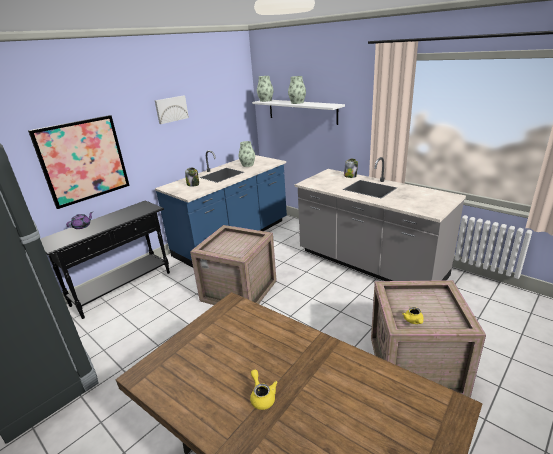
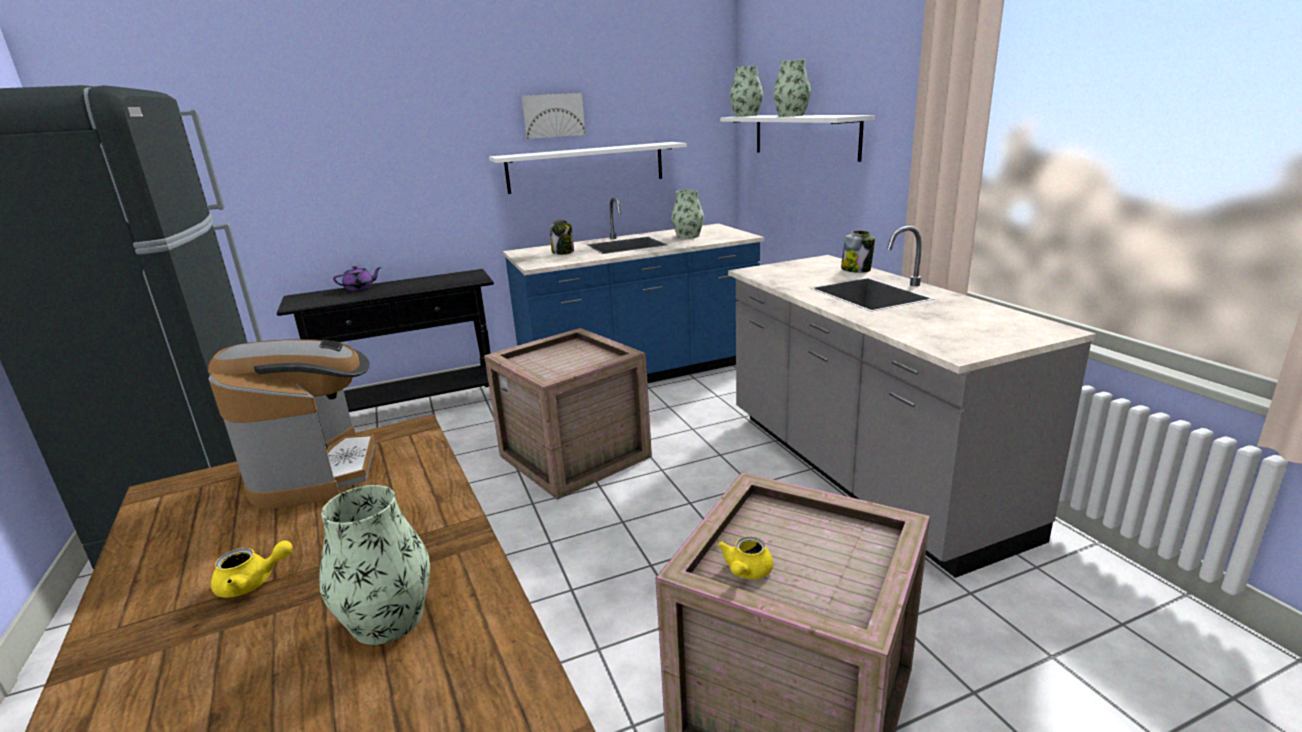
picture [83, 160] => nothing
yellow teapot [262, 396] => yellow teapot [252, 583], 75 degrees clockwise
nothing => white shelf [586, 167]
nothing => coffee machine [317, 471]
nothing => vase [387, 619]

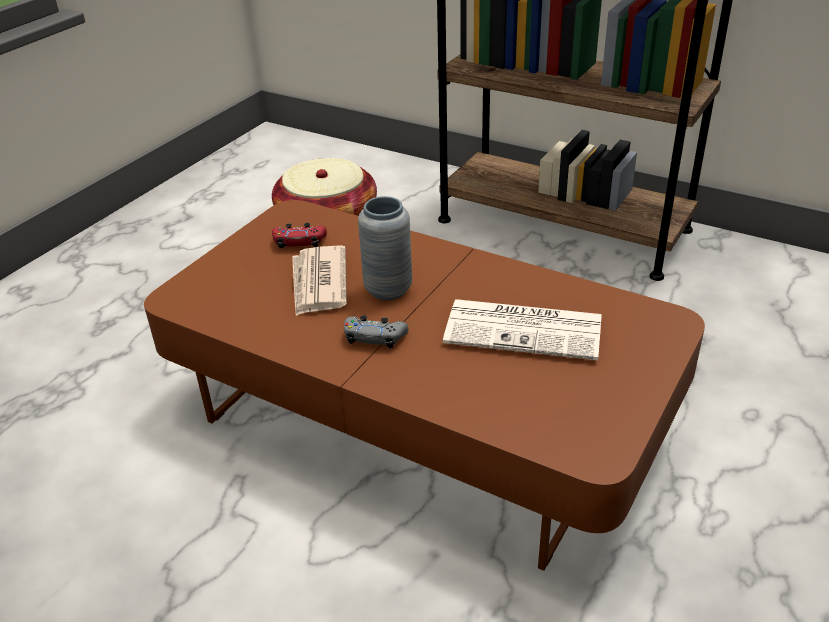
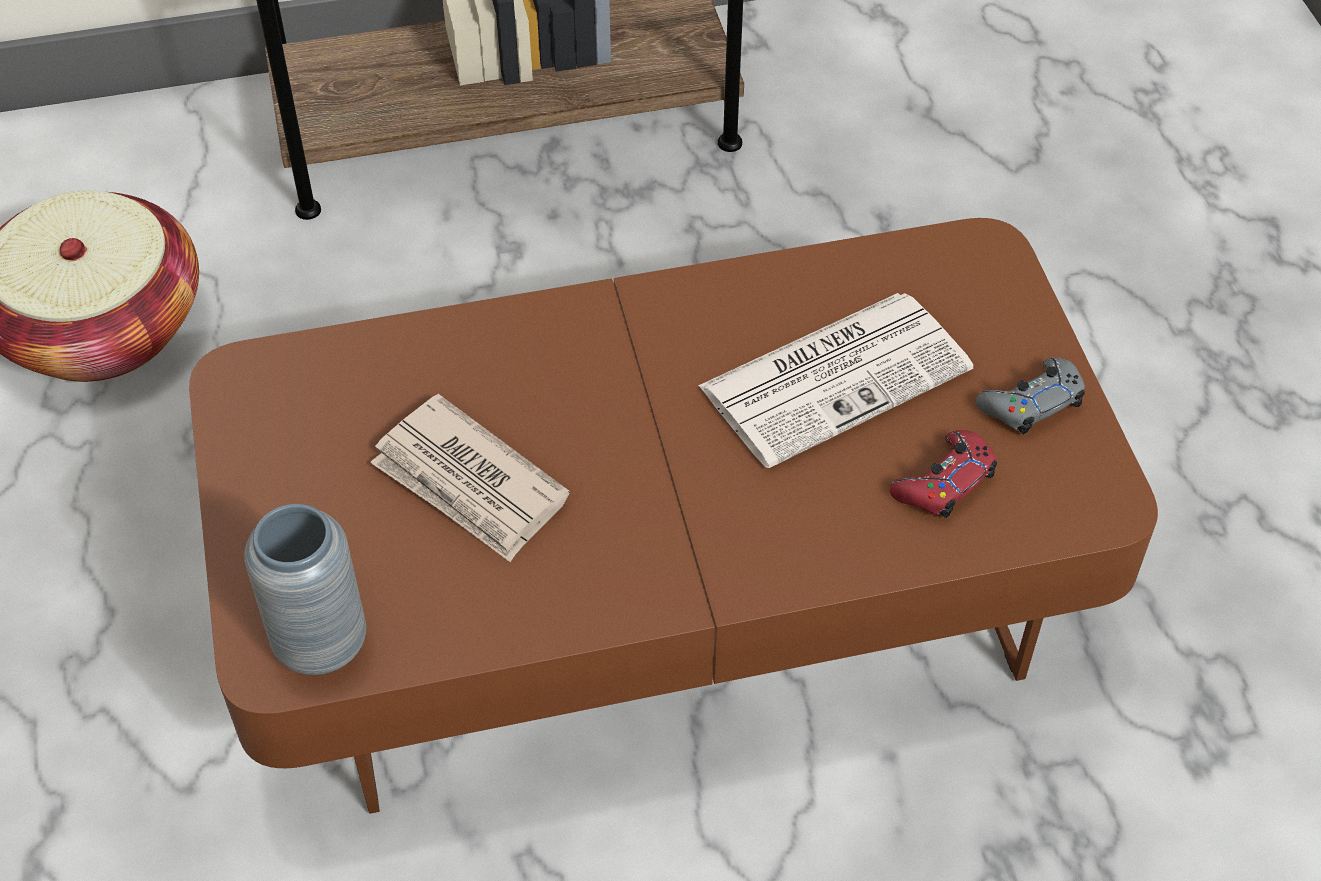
grey vase [388, 289] => grey vase [321, 643], relocated
red game controller [300, 242] => red game controller [944, 482], relocated
grey game controller [375, 337] => grey game controller [1031, 403], relocated

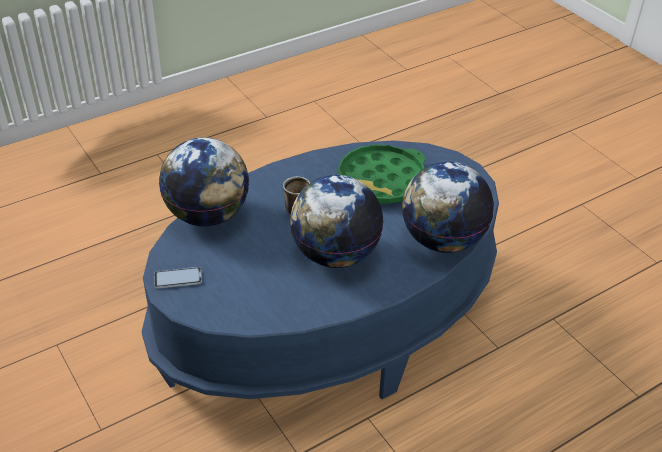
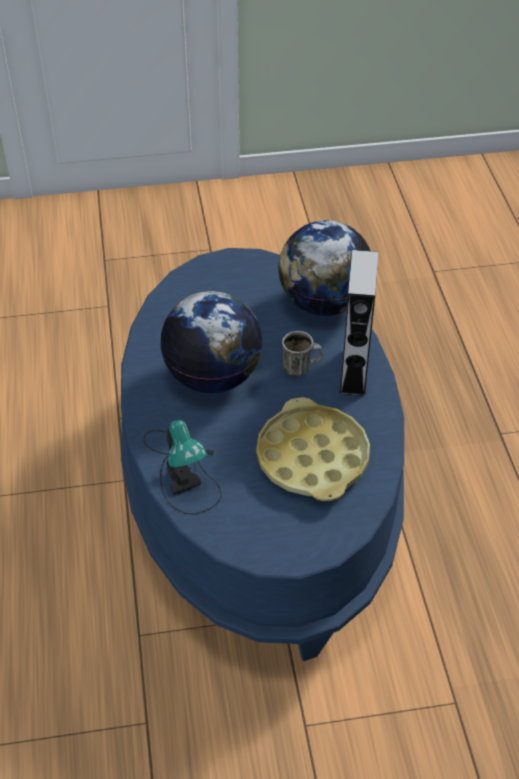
green tray [381, 181] => yellow tray [312, 457]
globe [442, 240] => table lamp [183, 472]
phone [178, 278] => nothing
nothing => grey speaker [354, 372]

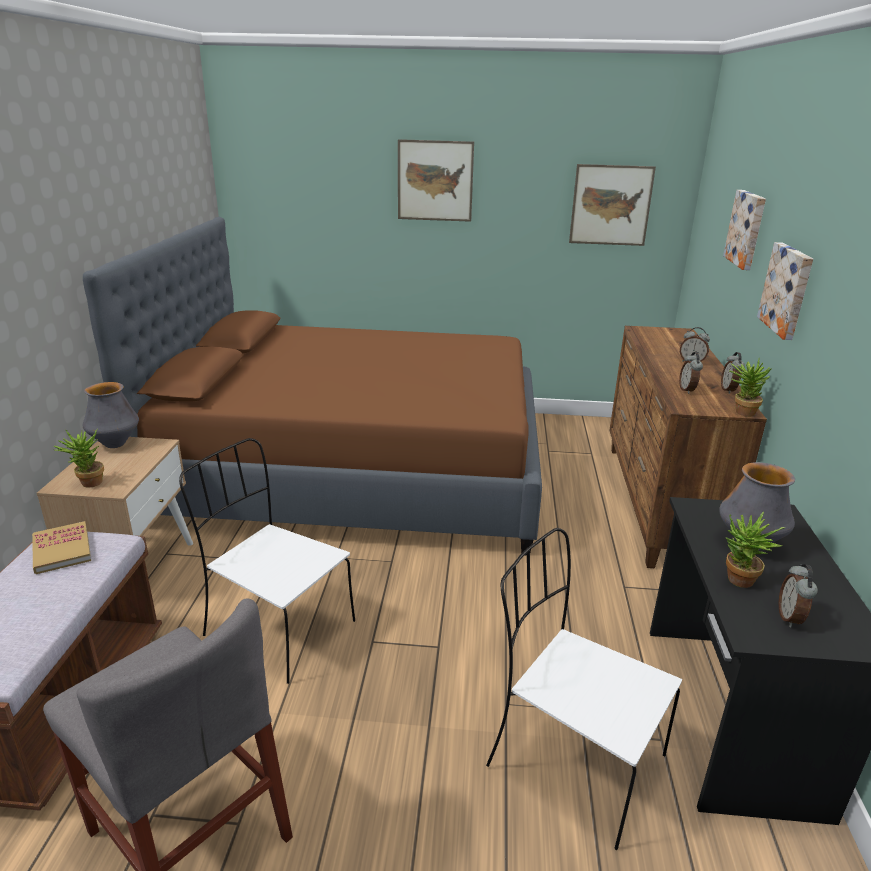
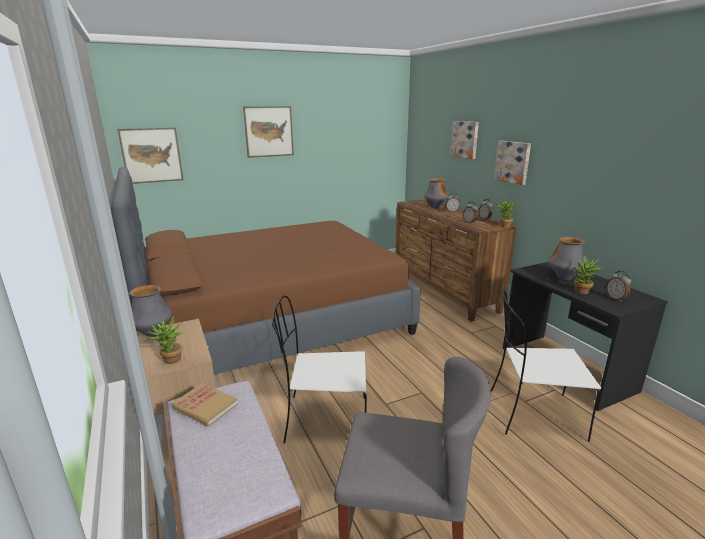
picture [611, 205] => picture [151, 155], relocated
nothing => vase [435, 207]

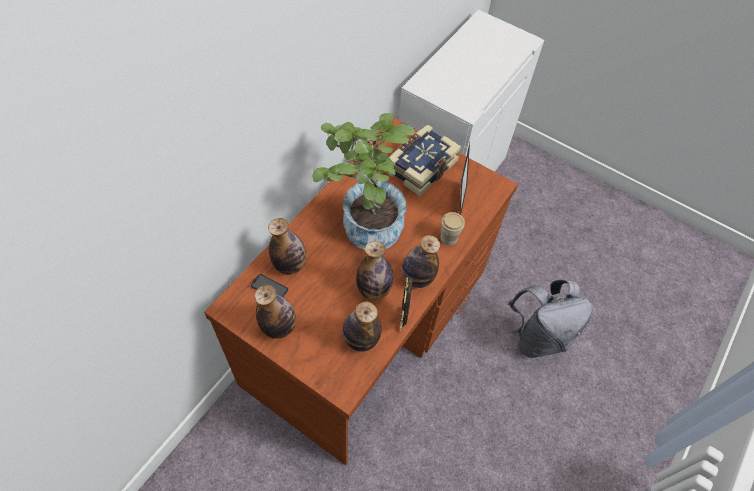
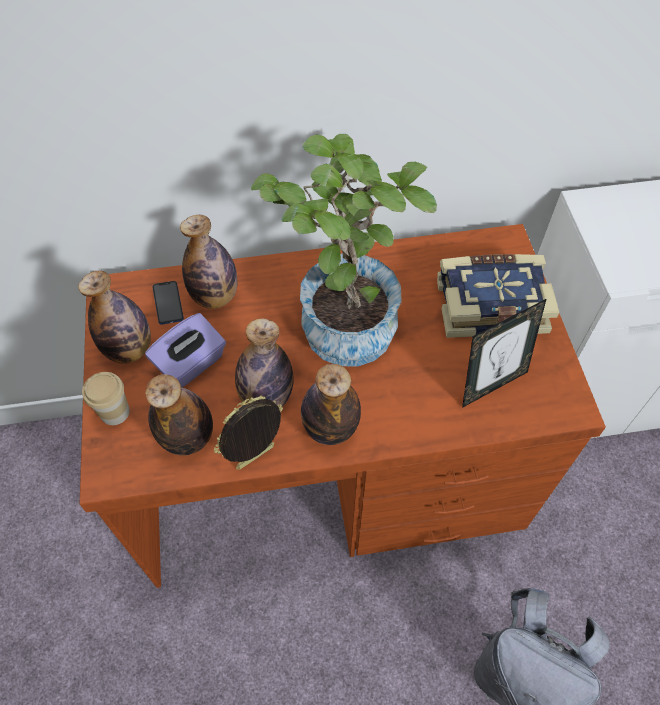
cup [449, 238] => cup [115, 412], relocated
nothing => purple tissue box [191, 364]

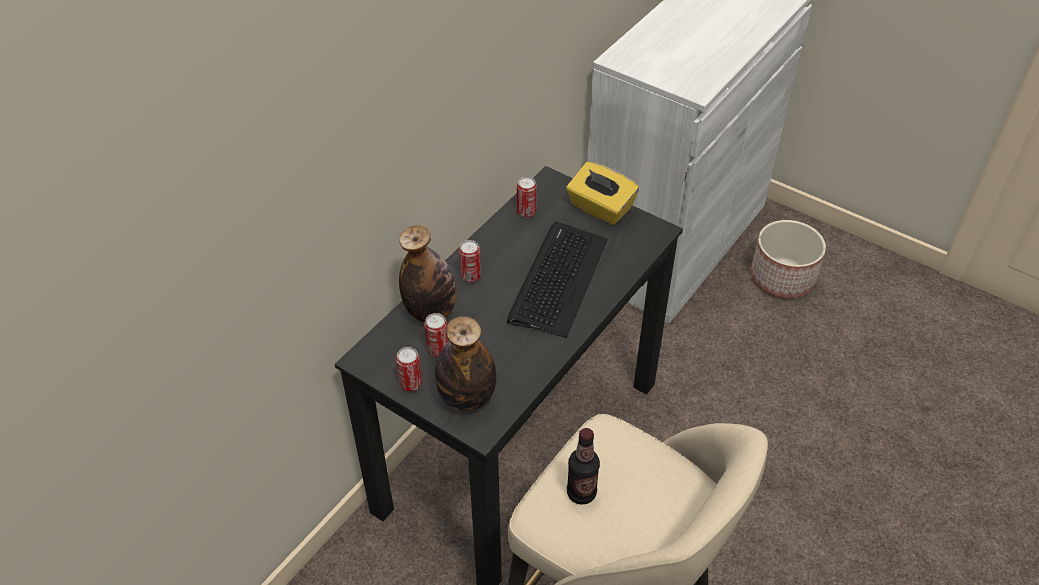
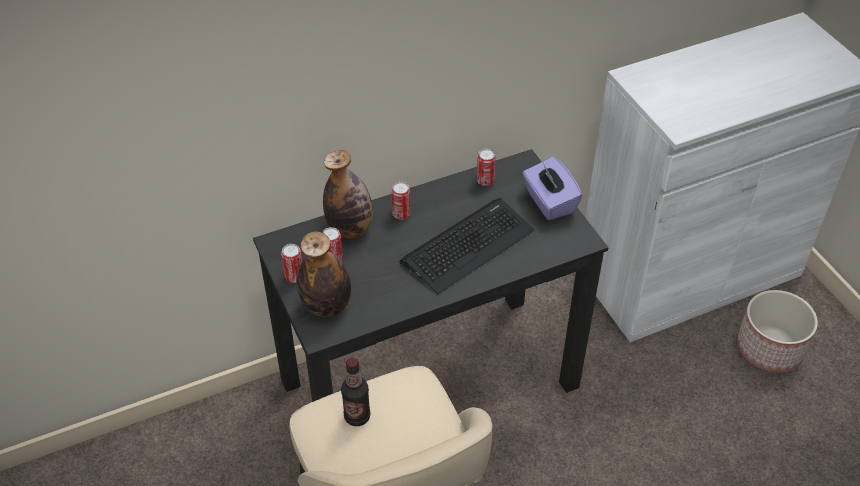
yellow tissue box [600, 208] => purple tissue box [549, 202]

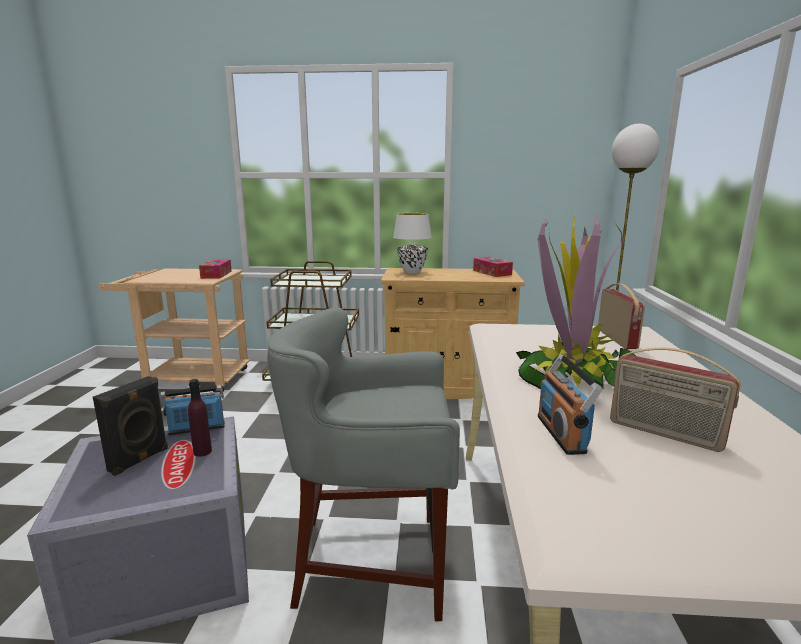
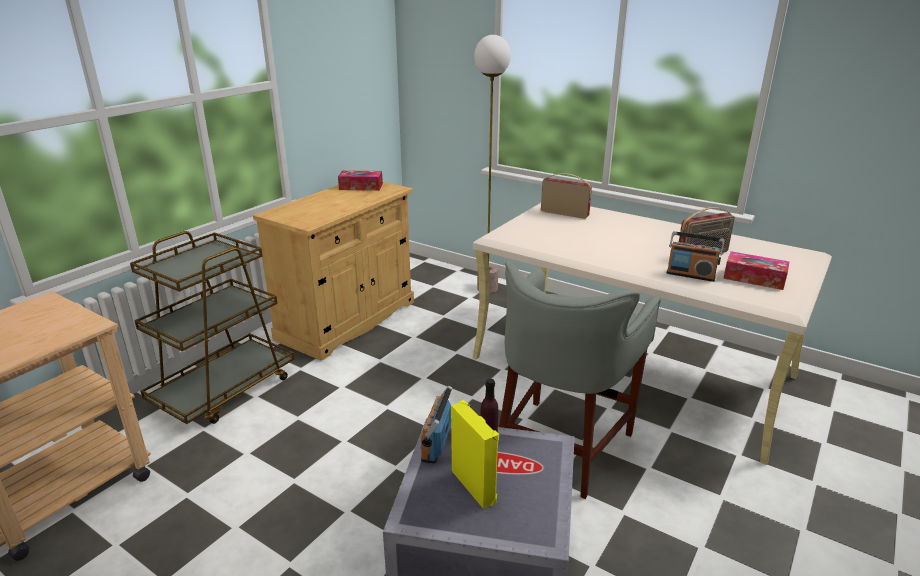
white table lamp [412, 272] => nothing
potted plant [572, 378] => nothing
tissue box [216, 274] => tissue box [754, 278], relocated
black speaker [140, 460] => yellow speaker [475, 486]

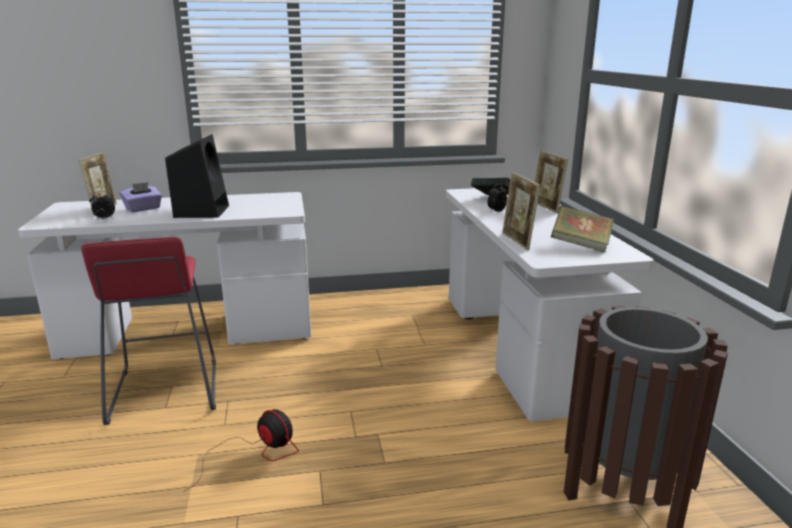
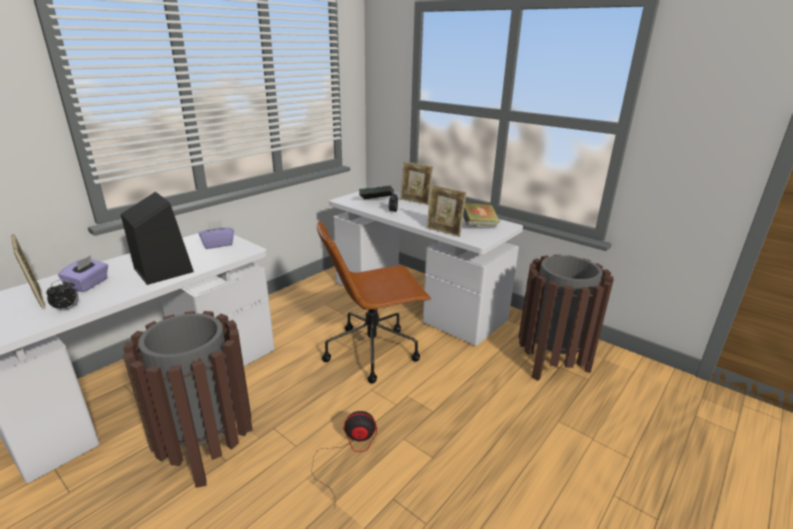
red stool [165, 391] => brown trash can [205, 448]
nothing => purple tissue box [218, 244]
nothing => brown office chair [373, 351]

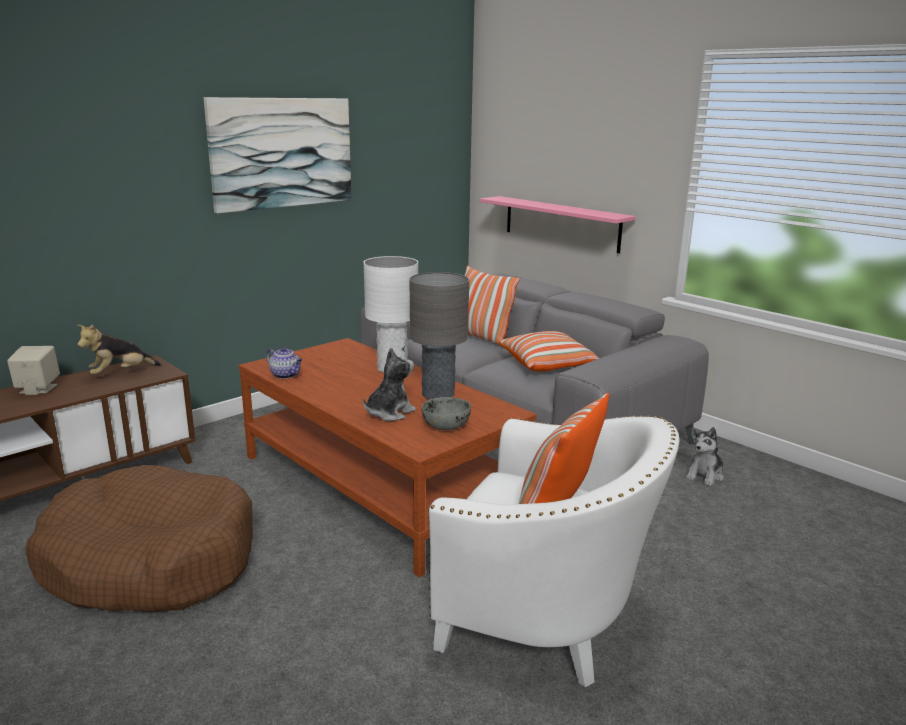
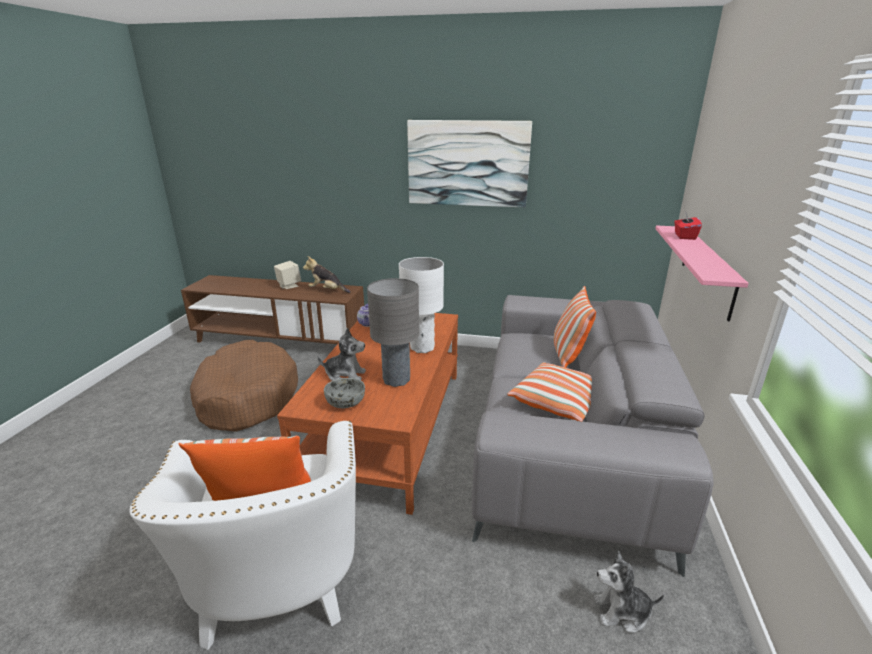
nothing => red tissue box [684, 236]

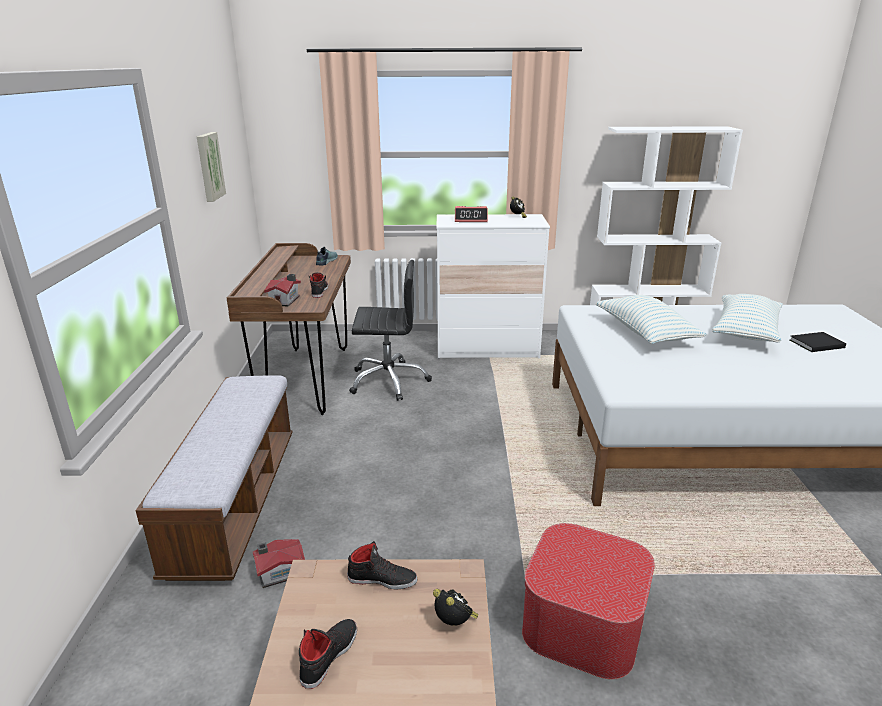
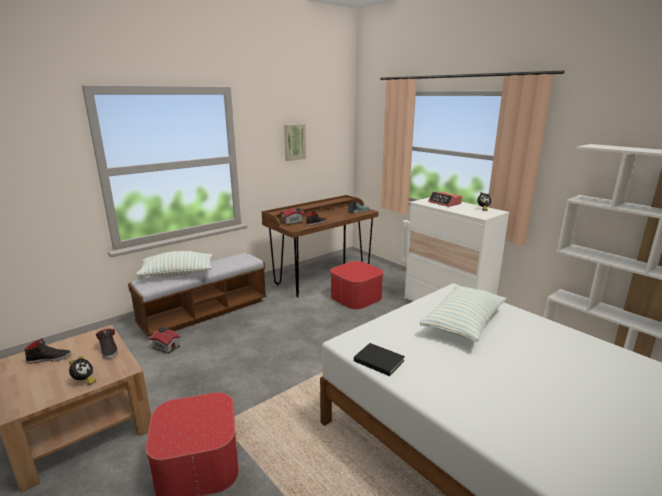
black office chair [388, 381] => ottoman [356, 297]
pillow [745, 331] => pillow [177, 274], relocated
black book [815, 344] => black book [378, 360], relocated

